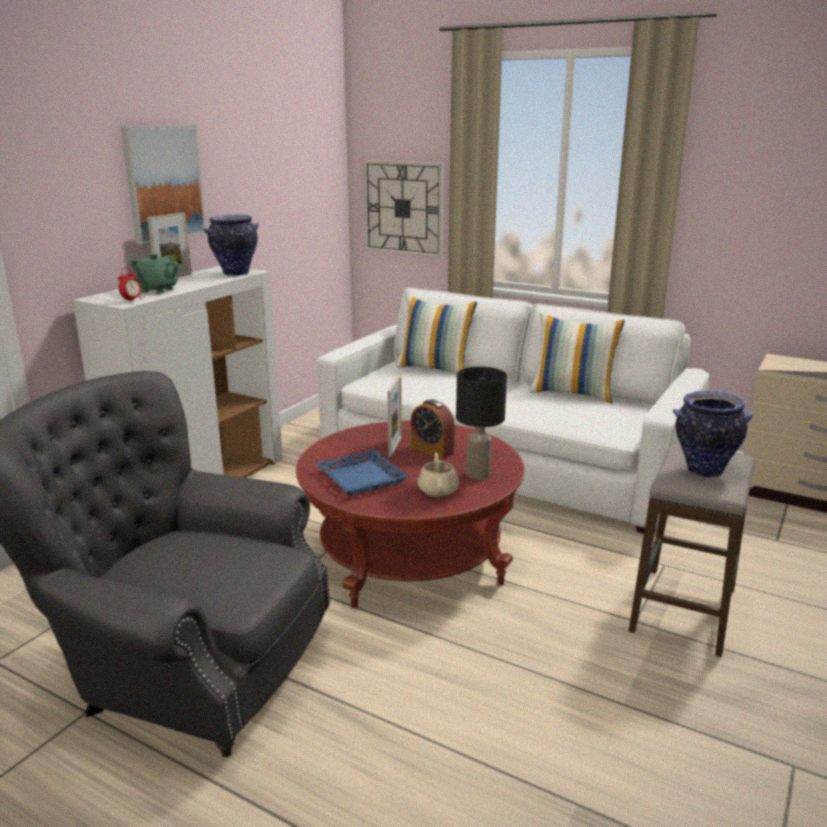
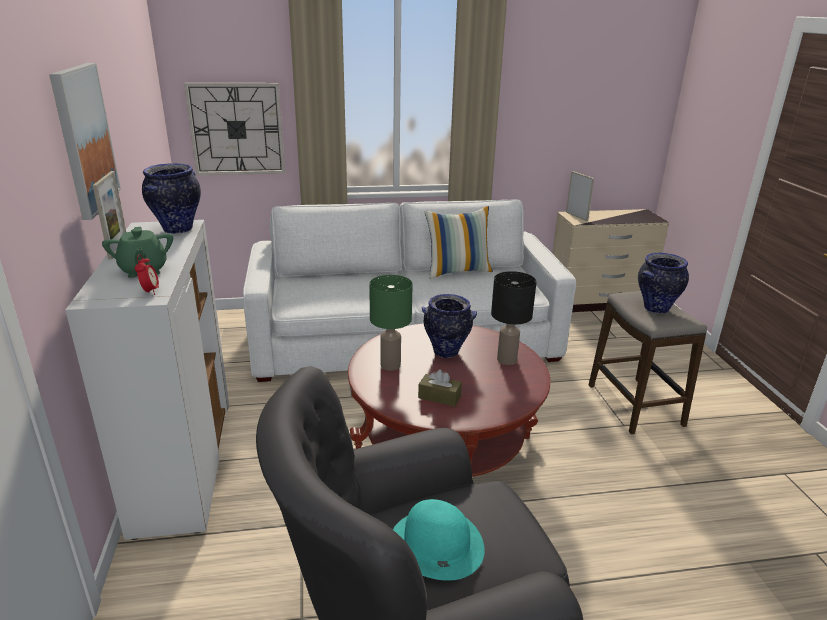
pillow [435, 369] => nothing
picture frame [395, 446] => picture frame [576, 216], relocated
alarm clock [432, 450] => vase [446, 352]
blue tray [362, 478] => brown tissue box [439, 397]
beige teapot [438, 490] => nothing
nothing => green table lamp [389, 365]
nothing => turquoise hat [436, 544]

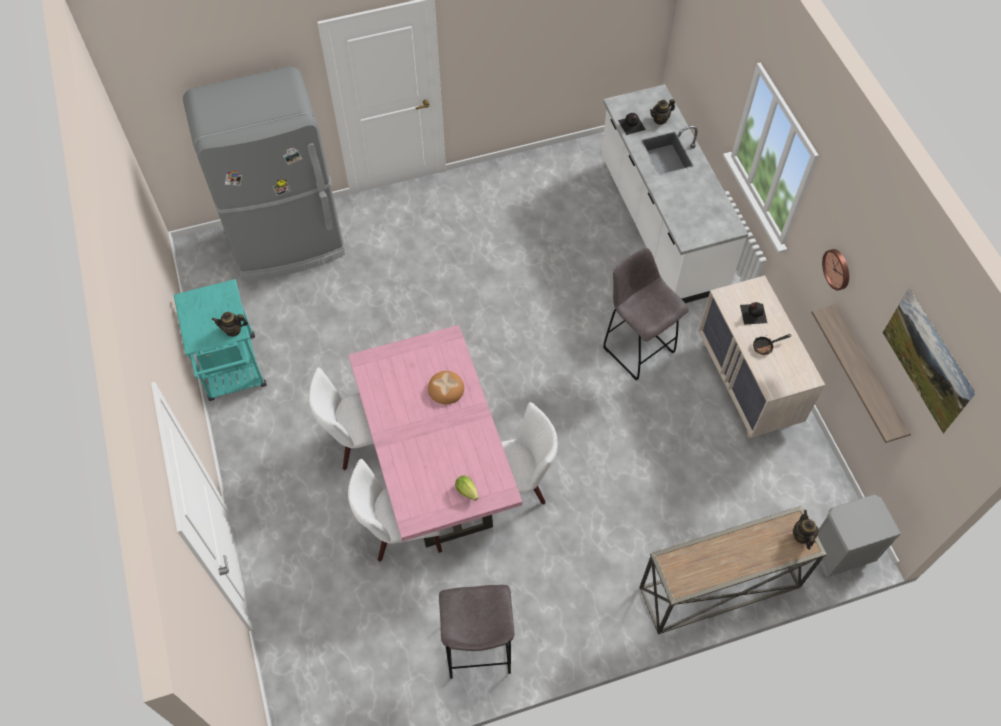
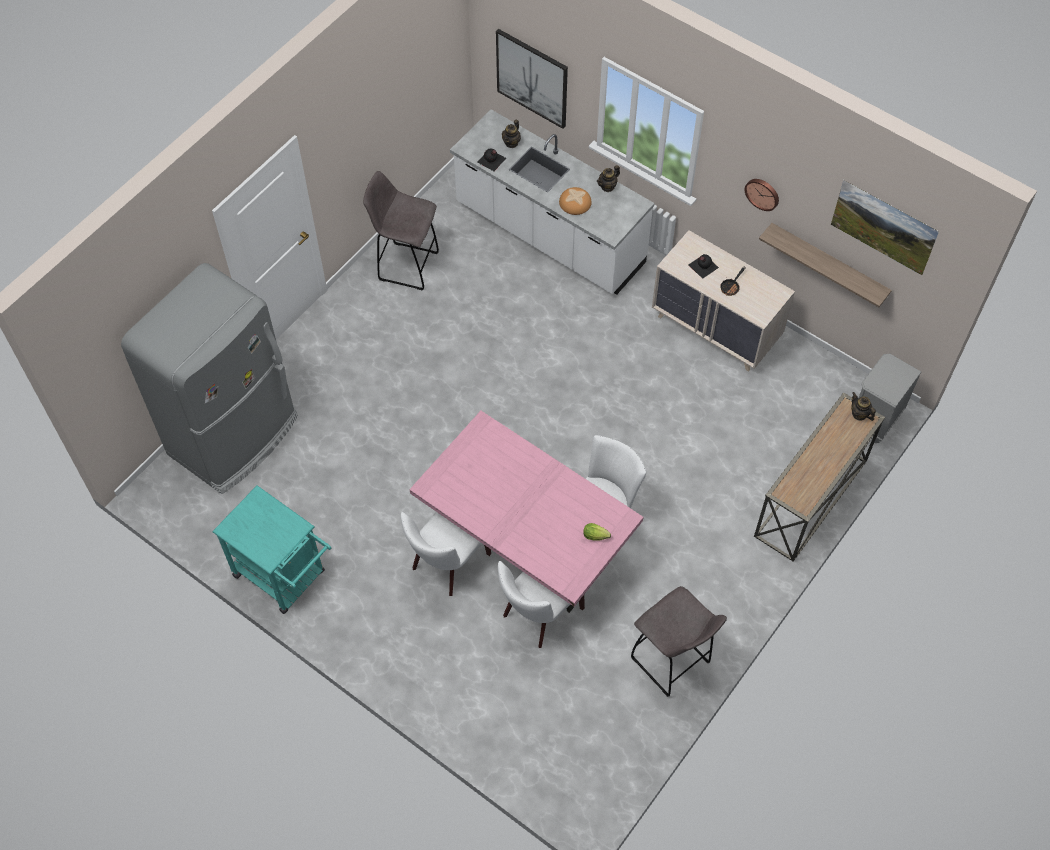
grey stool [637, 348] => grey stool [406, 265], relocated
teapot [233, 330] => teapot [607, 186], relocated
bread [445, 388] => bread [574, 203], relocated
nothing => picture [532, 78]

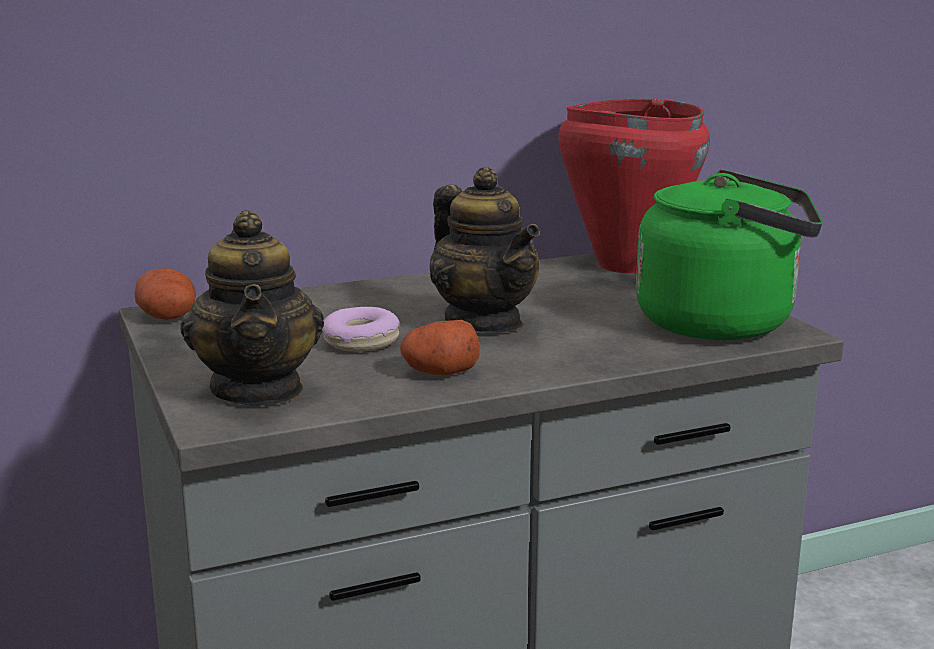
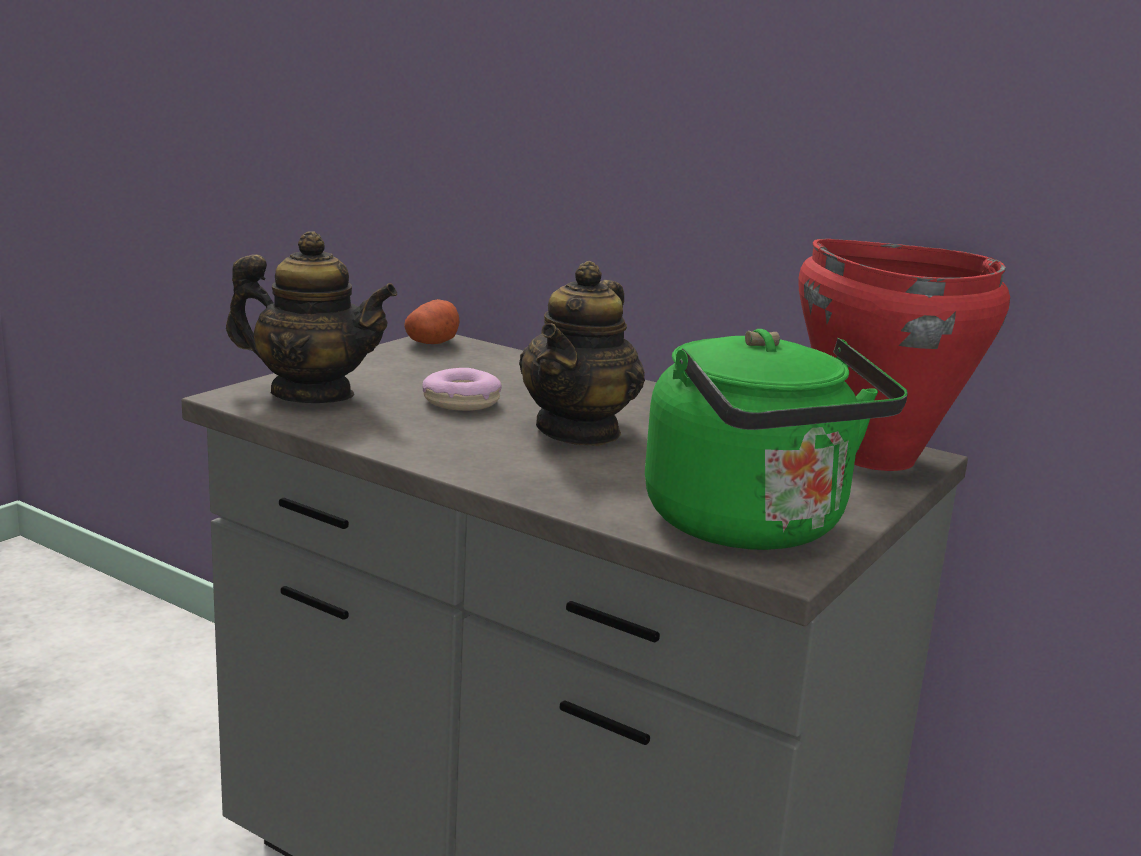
teapot [258, 390] => teapot [312, 394], 120 degrees counterclockwise
potato [440, 372] => nothing

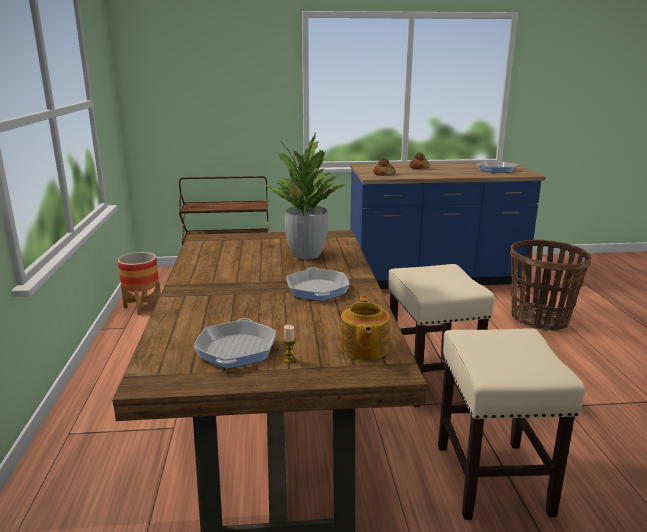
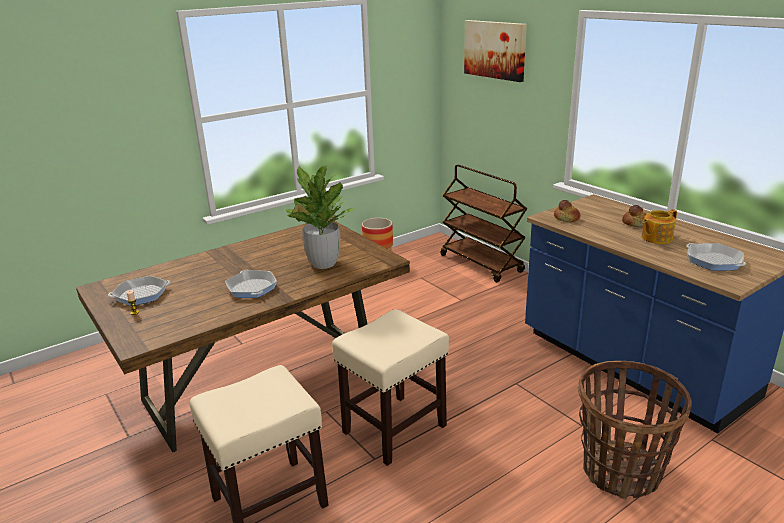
frying pan [317, 289] => frying pan [252, 288], 75 degrees counterclockwise
teapot [363, 349] => teapot [656, 238], relocated
nothing => picture [495, 49]

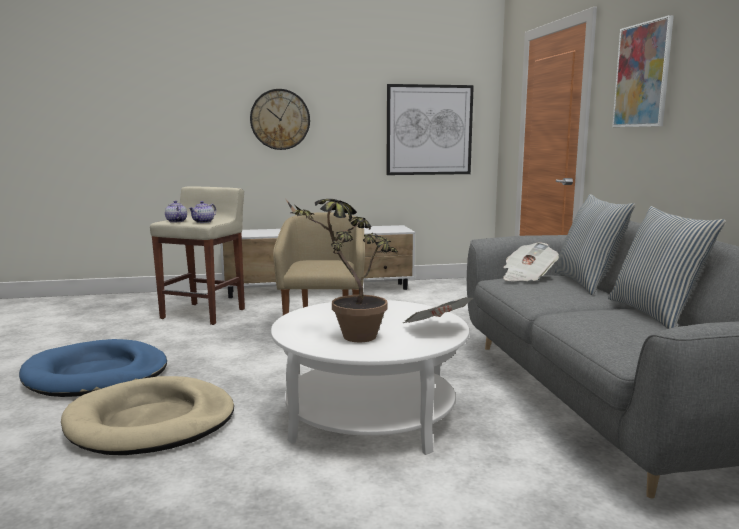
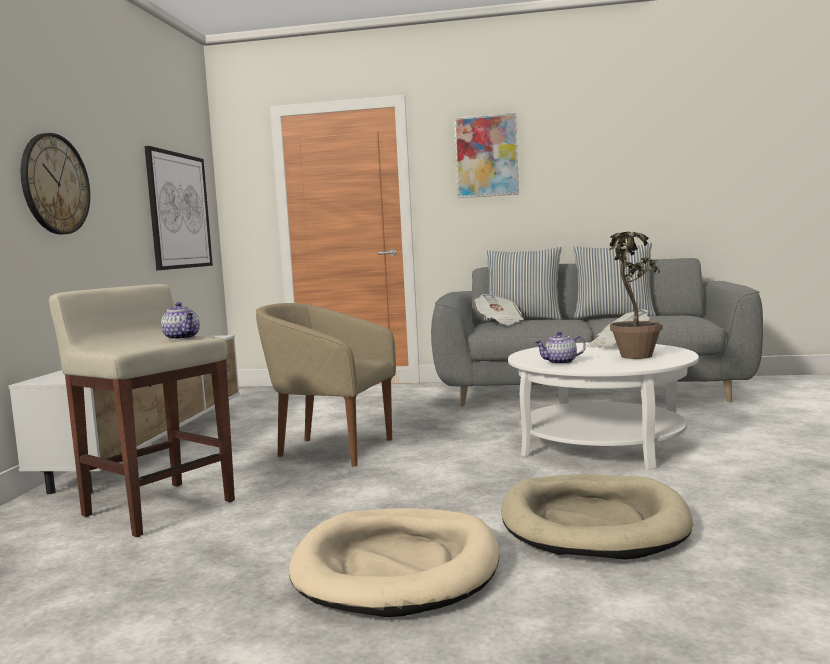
teapot [175, 221] => teapot [560, 362], relocated
blue dog bed [96, 375] => beige dog bed [397, 567]

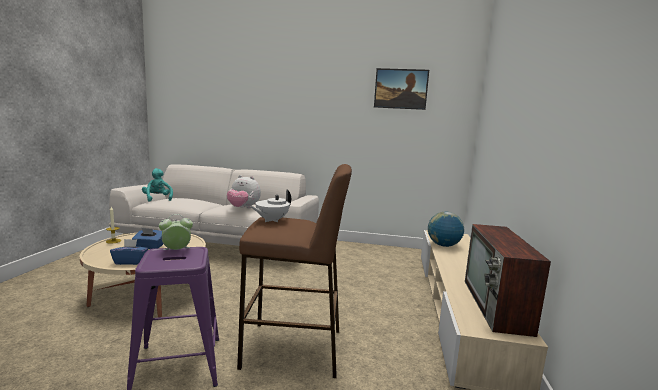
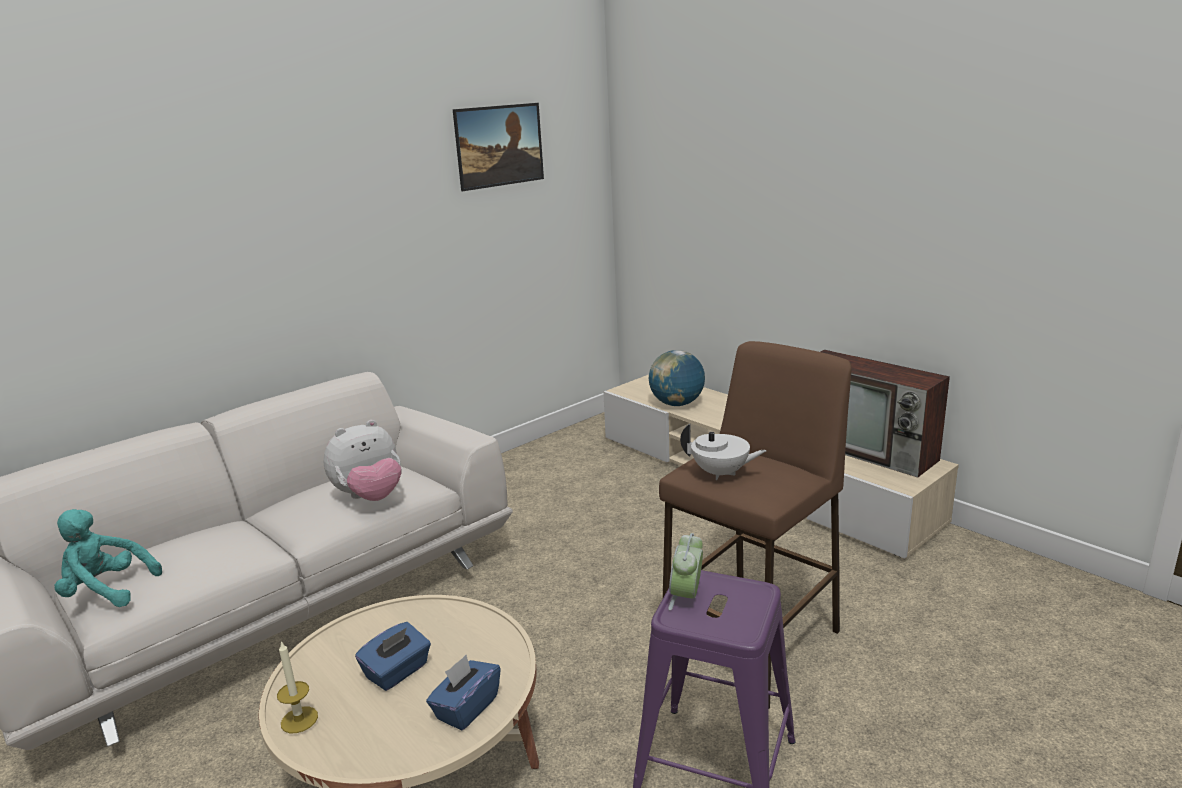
white teapot [271, 220] => white teapot [721, 473], 60 degrees counterclockwise

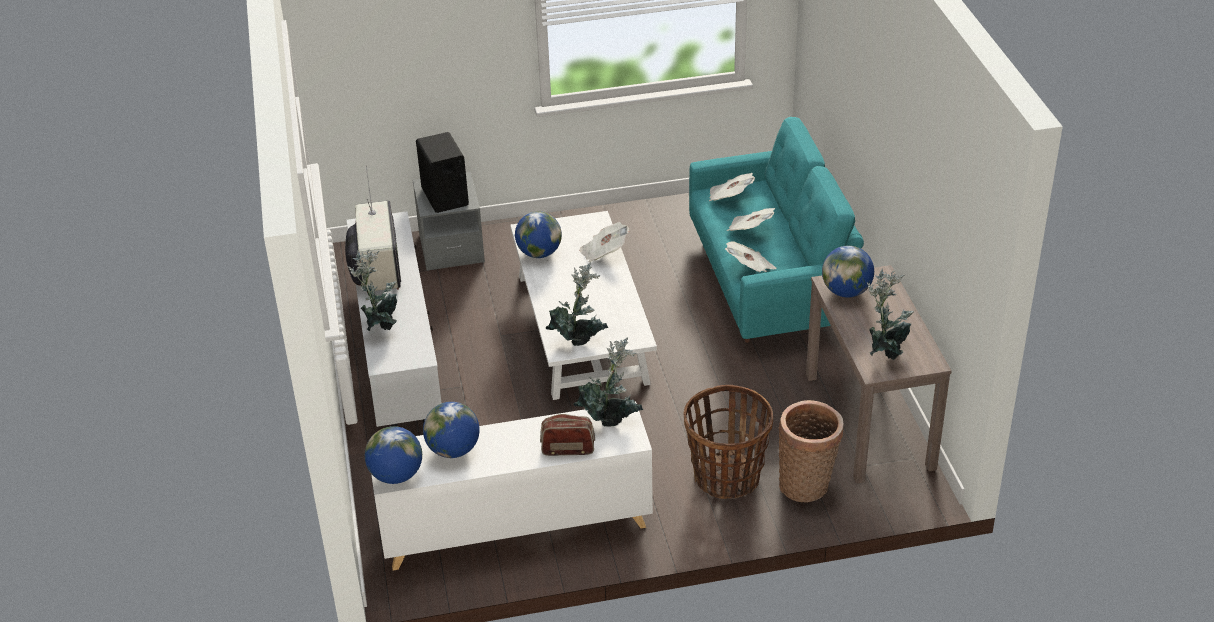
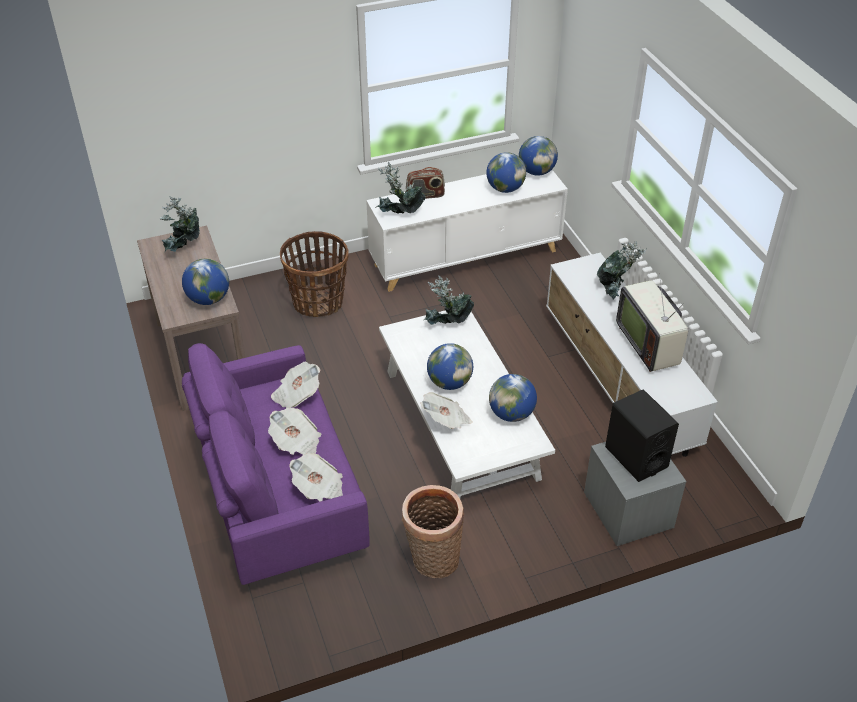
turquoise sofa [770, 284] => purple sofa [279, 493]
basket [807, 485] => basket [432, 560], relocated
nothing => globe [449, 383]

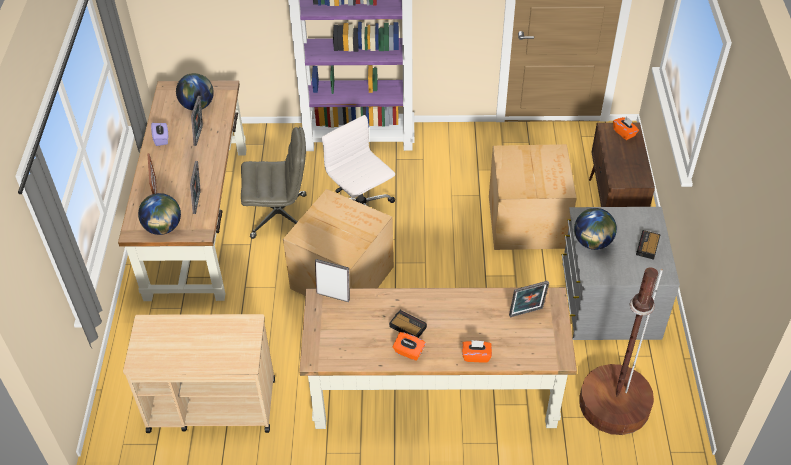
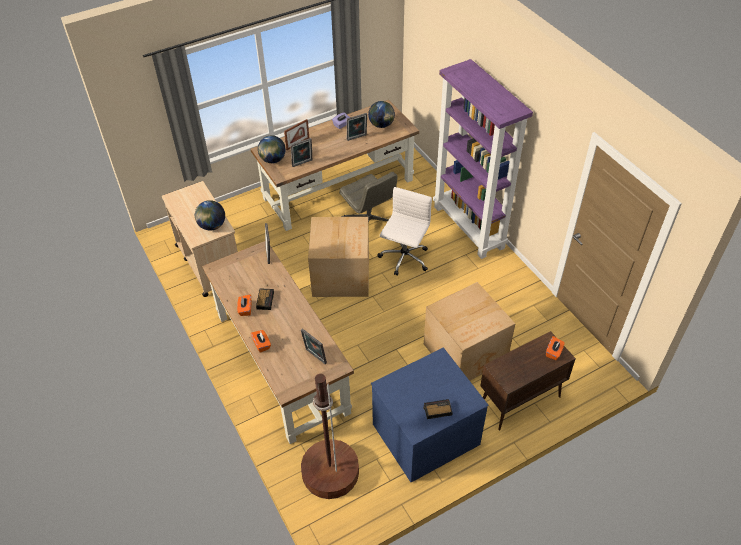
grey dresser [608, 300] => blue dresser [425, 432]
globe [592, 242] => globe [212, 226], relocated

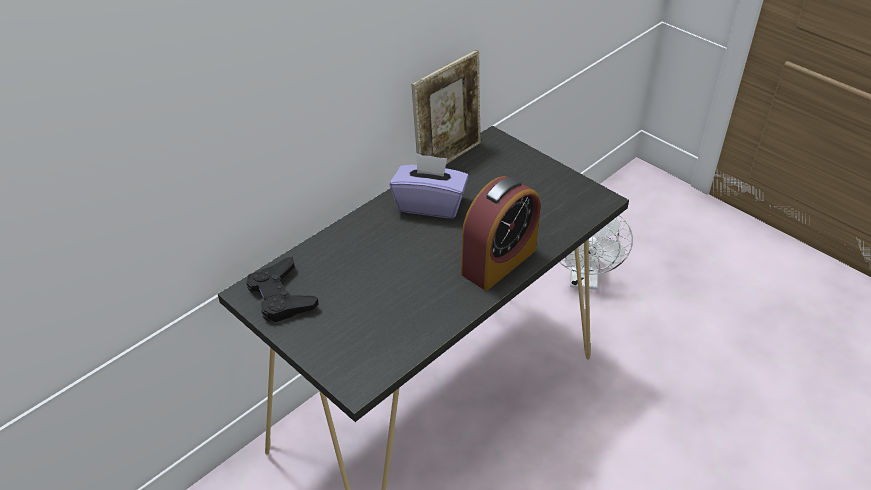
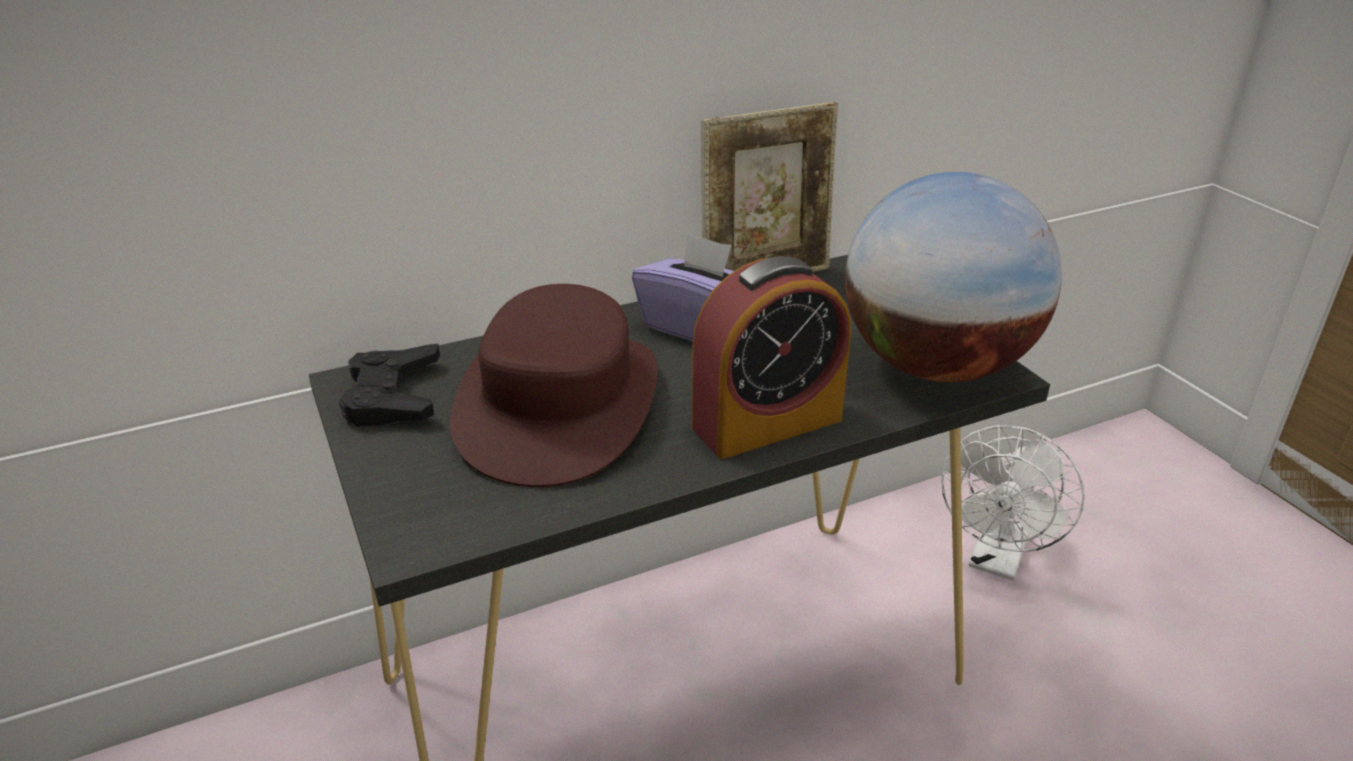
nothing => globe [936, 366]
nothing => brown hat [559, 404]

